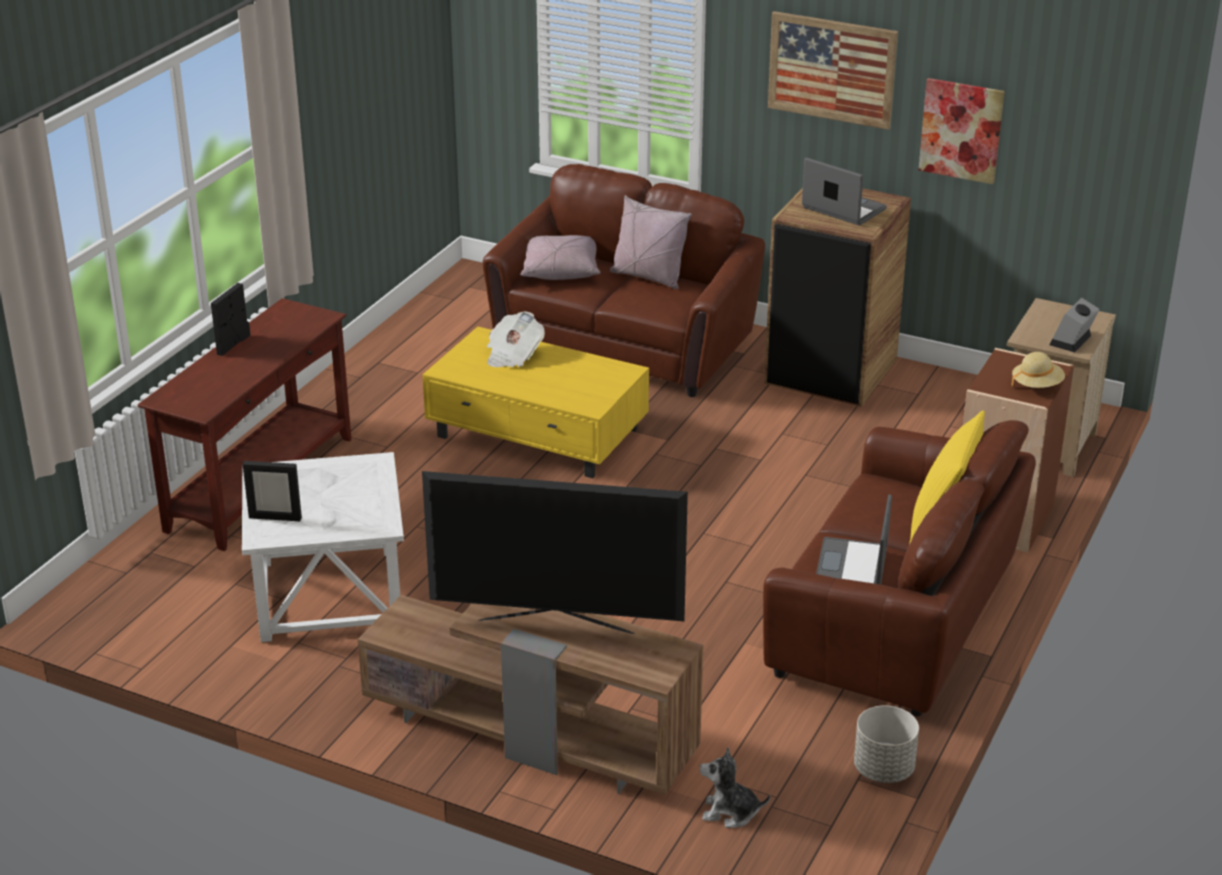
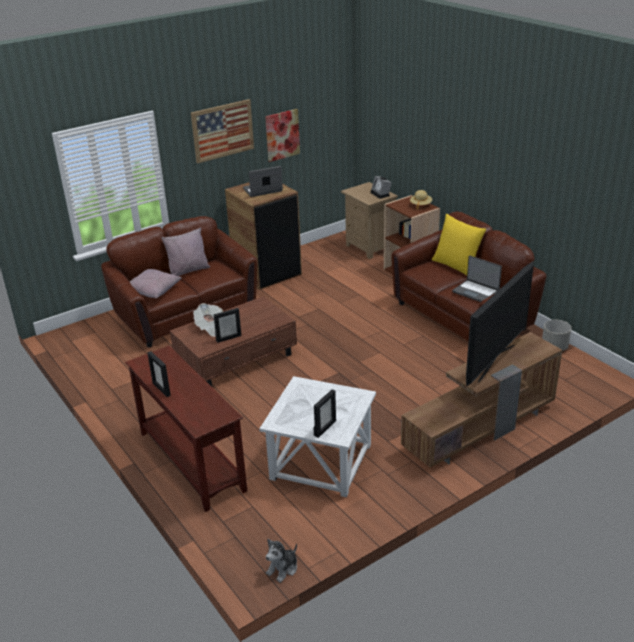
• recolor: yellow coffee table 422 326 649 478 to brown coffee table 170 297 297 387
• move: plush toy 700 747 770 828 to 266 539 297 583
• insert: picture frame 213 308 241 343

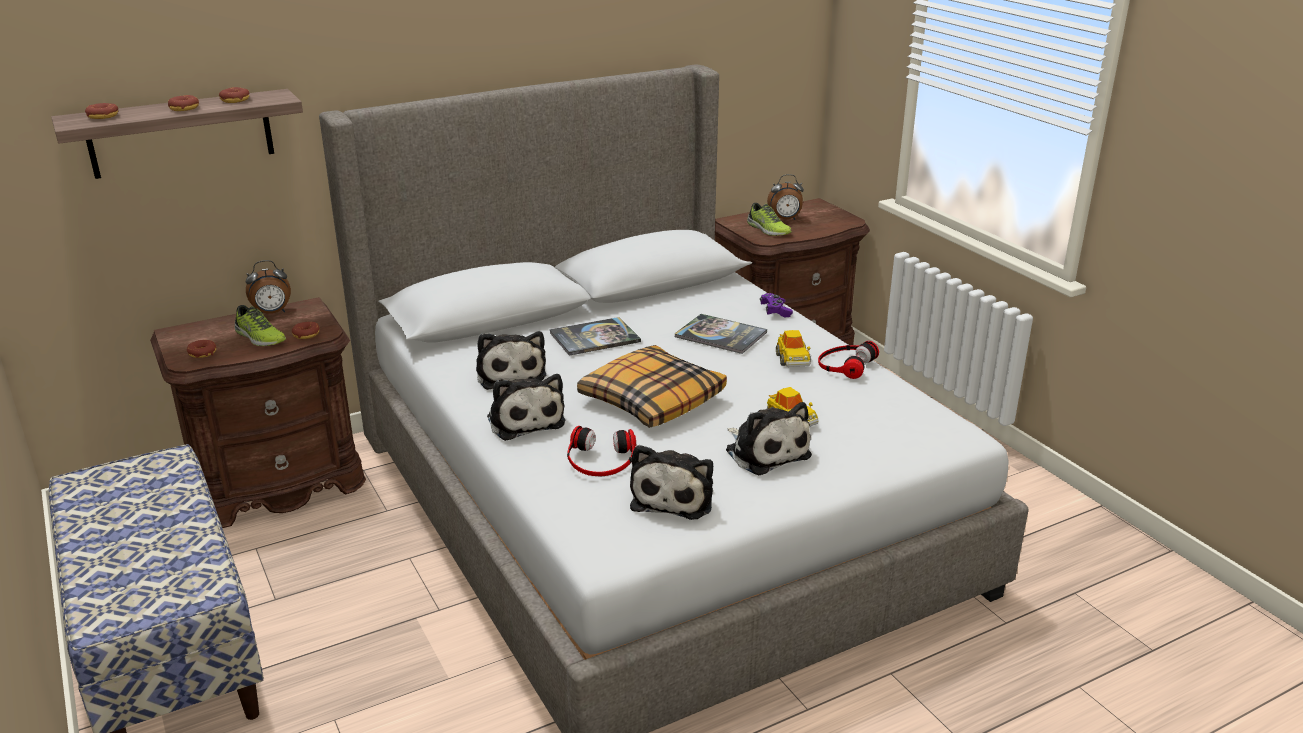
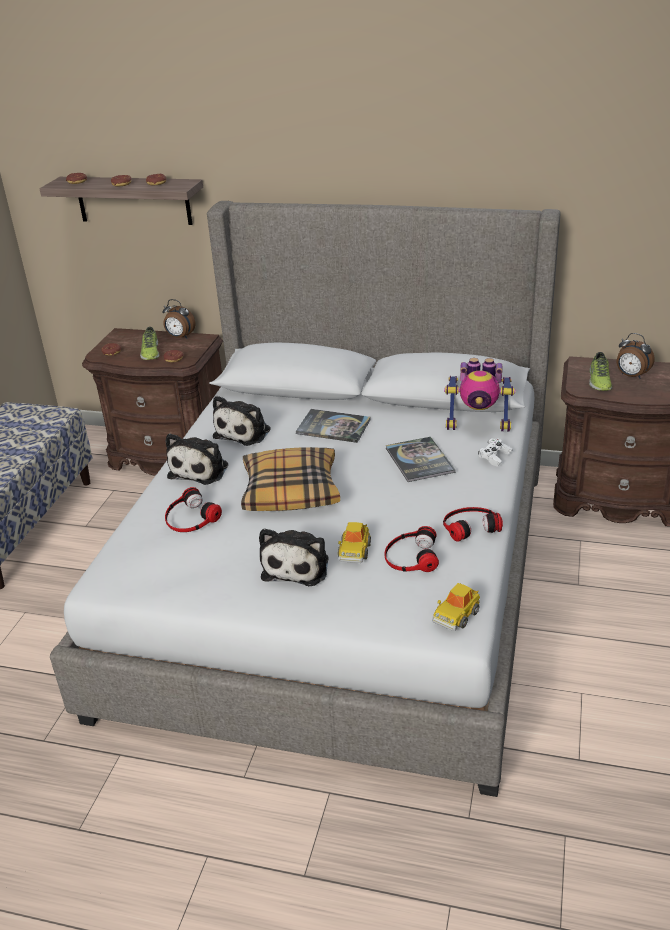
• delete: plush toy 630 445 713 520
• recolor: purple game controller 760 293 793 318 to white game controller 478 438 512 467
• move: toy car 776 330 811 367 to 432 583 480 631
• insert: headphones 385 526 439 572
• insert: toy robot 444 358 515 432

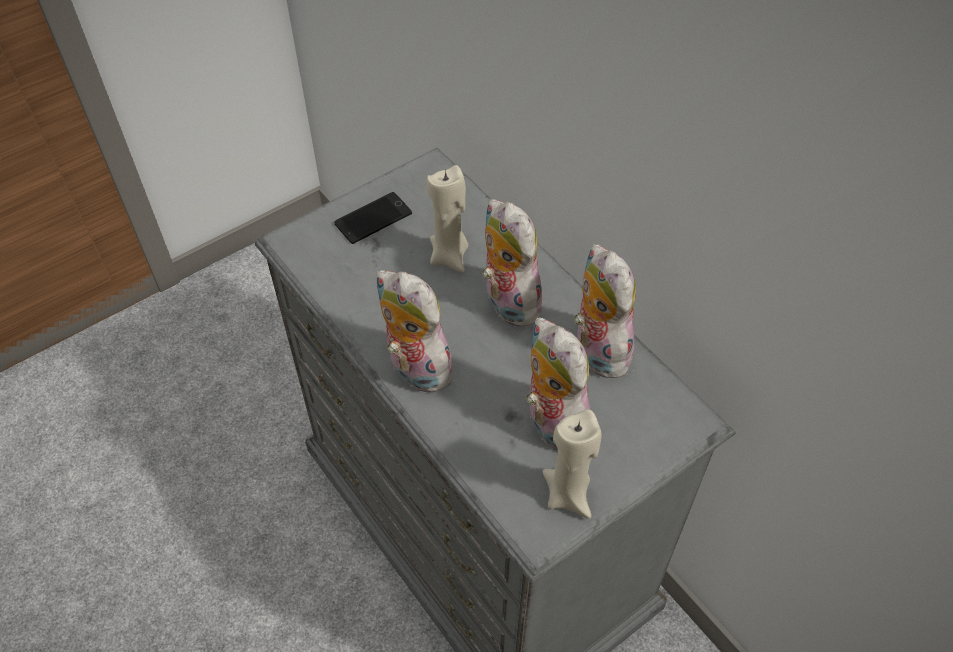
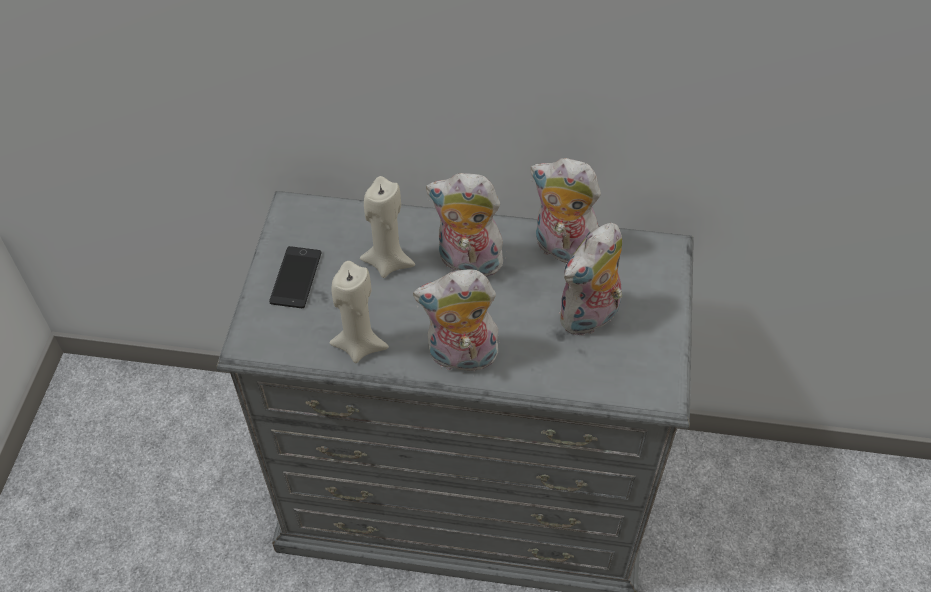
• rotate: plush toy 526 317 590 451 = 559 223 622 335 60 degrees counterclockwise
• move: beige candle 543 409 602 519 to 329 261 389 363

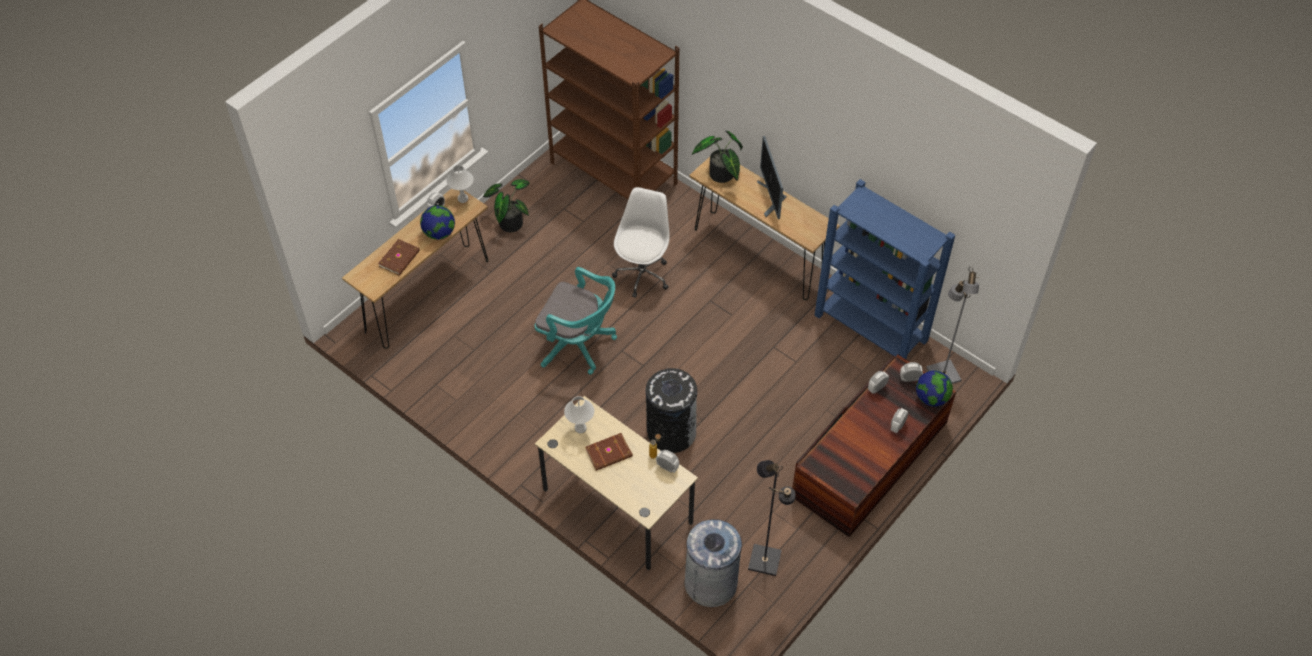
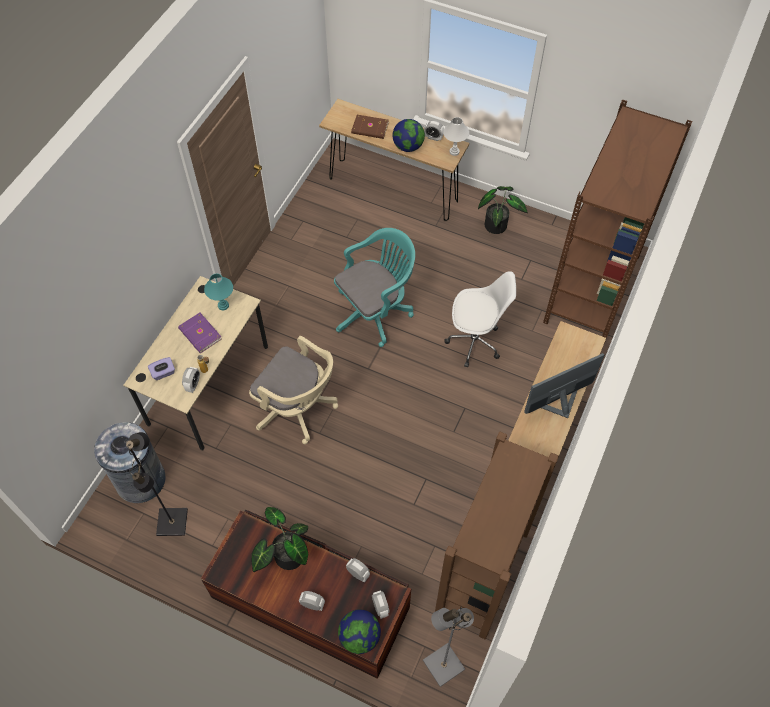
• rotate: turquoise office chair 535 267 617 375 = 334 228 415 347 135 degrees counterclockwise
• recolor: white table lamp 564 396 594 433 to turquoise table lamp 204 274 233 310
• recolor: brown book 585 433 633 471 to purple book 178 313 222 353
• replace: black trash can 645 368 697 453 to beige office chair 249 336 338 444
• move: potted plant 692 131 743 183 to 251 507 308 572
• recolor: blue bookcase 815 179 955 359 to brown bookcase 435 432 559 639
• insert: purple tissue box 148 357 175 380

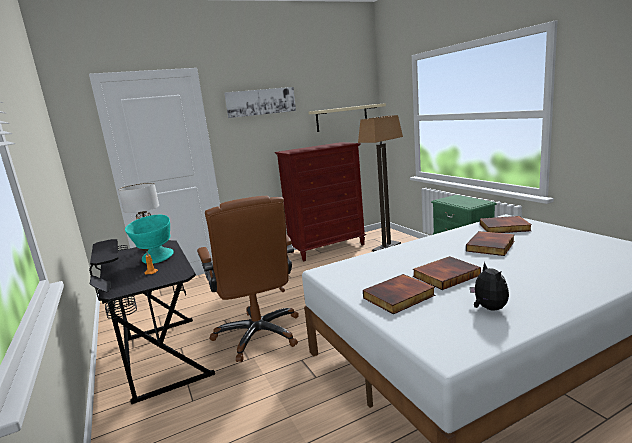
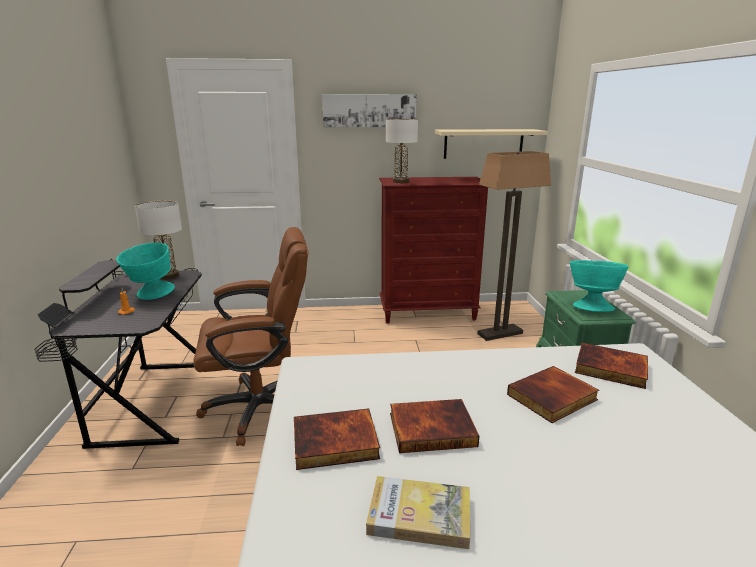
• rotate: brown office chair 197 196 299 362 = 193 227 309 446 105 degrees counterclockwise
• replace: plush toy 470 262 509 311 to book 366 476 470 549
• insert: table lamp 386 119 418 183
• insert: turquoise bowl 570 260 628 312

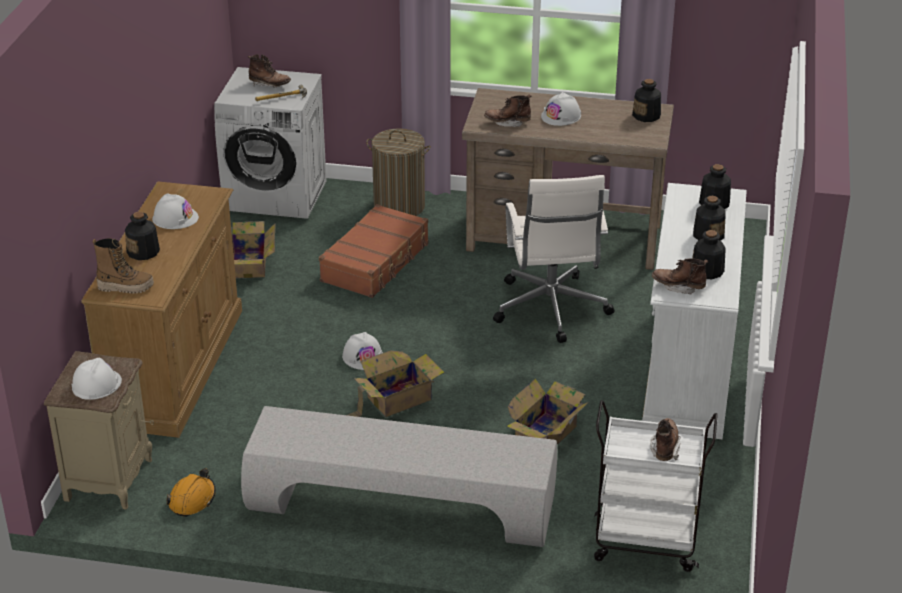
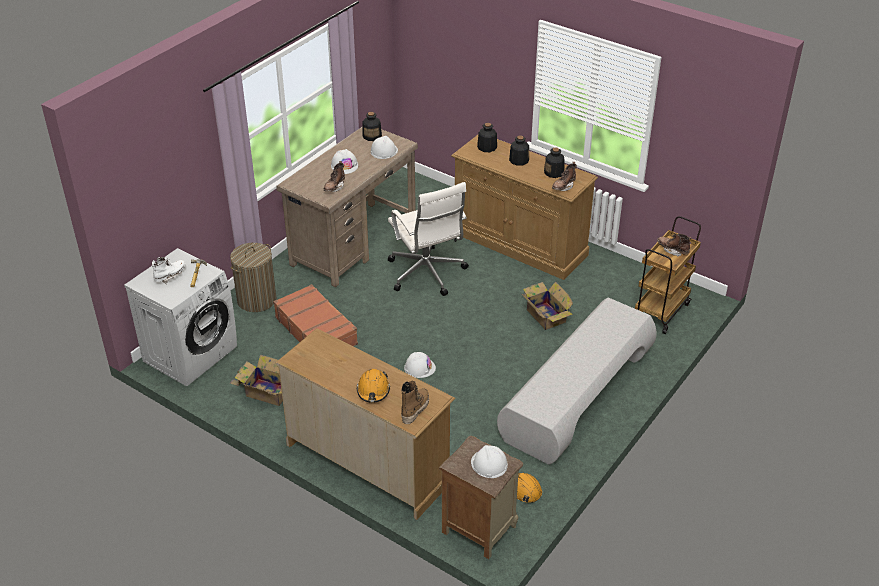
• replace: bottle 125 212 160 260 to orange hard hat 357 369 390 403
• move: white hard hat 152 193 199 229 to 371 136 398 159
• recolor: brown boot 248 54 291 88 to white boot 152 257 185 284
• delete: cardboard box 347 351 445 417
• rotate: white office chair 493 175 614 343 = 388 182 469 296 45 degrees clockwise
• recolor: white cart 594 400 717 572 to brown cart 635 216 701 334
• recolor: white cabinet 642 183 747 439 to brown cabinet 451 135 598 280

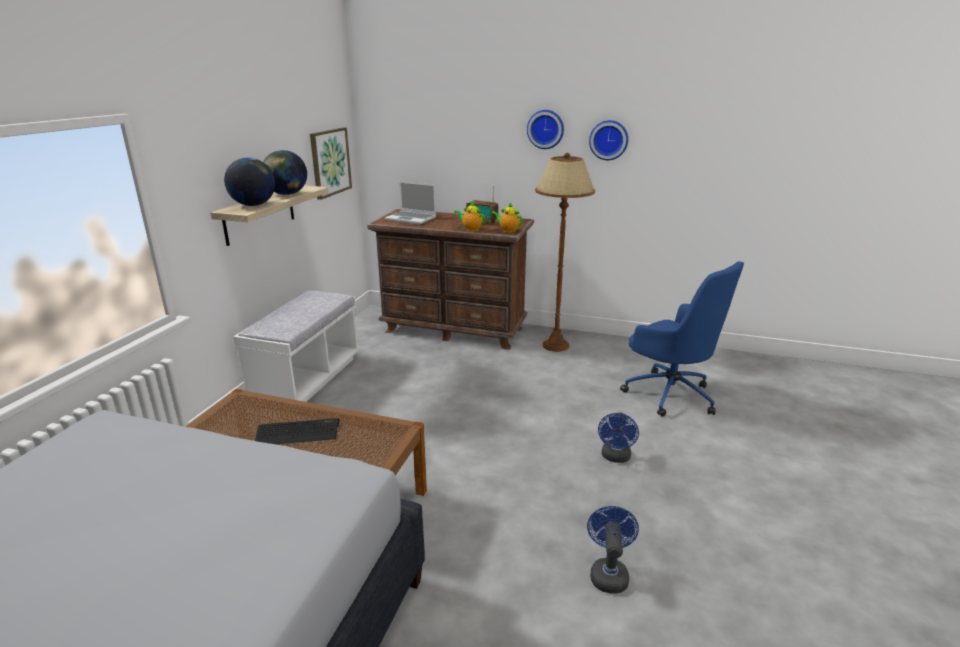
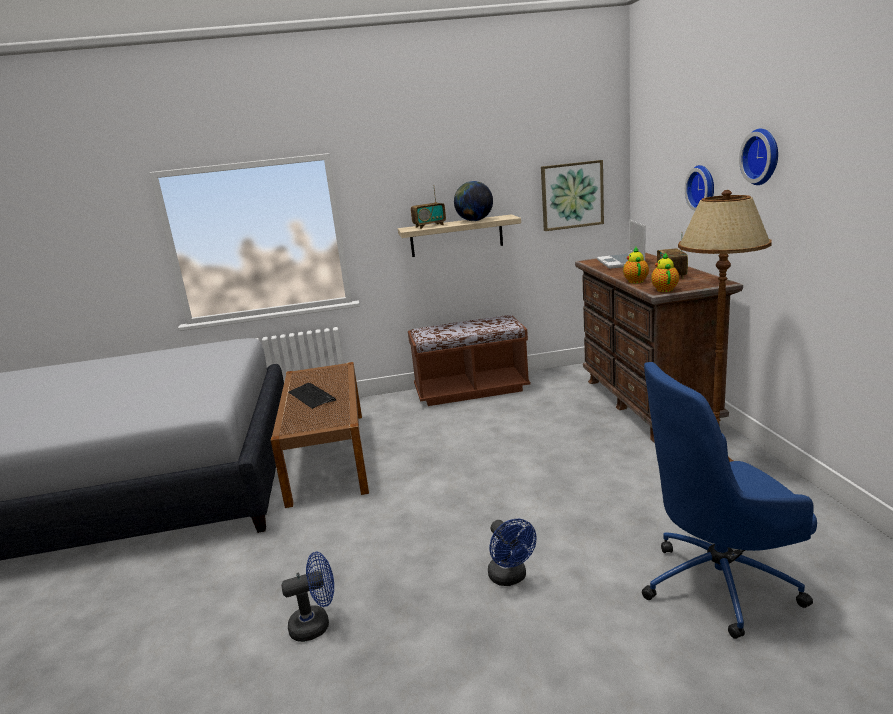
• replace: globe 224 158 275 206 to radio 411 185 446 229
• recolor: white bench 233 291 360 402 to brown bench 408 315 530 406
• move: wall clock 589 120 628 160 to 685 165 714 211
• rotate: blue fan 598 412 639 463 = 488 519 536 586 105 degrees counterclockwise
• rotate: blue office chair 620 261 744 417 = 642 362 817 639 60 degrees clockwise

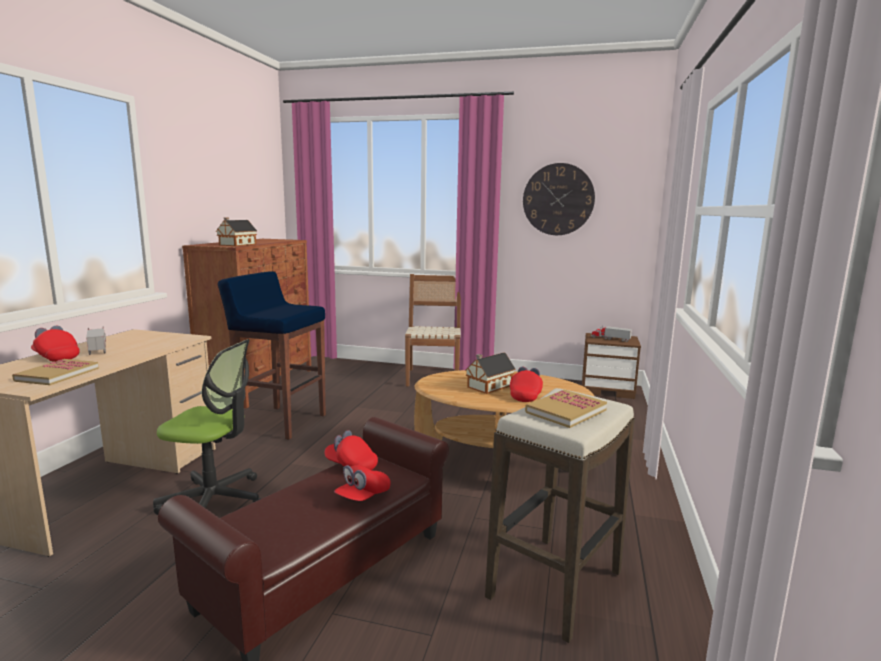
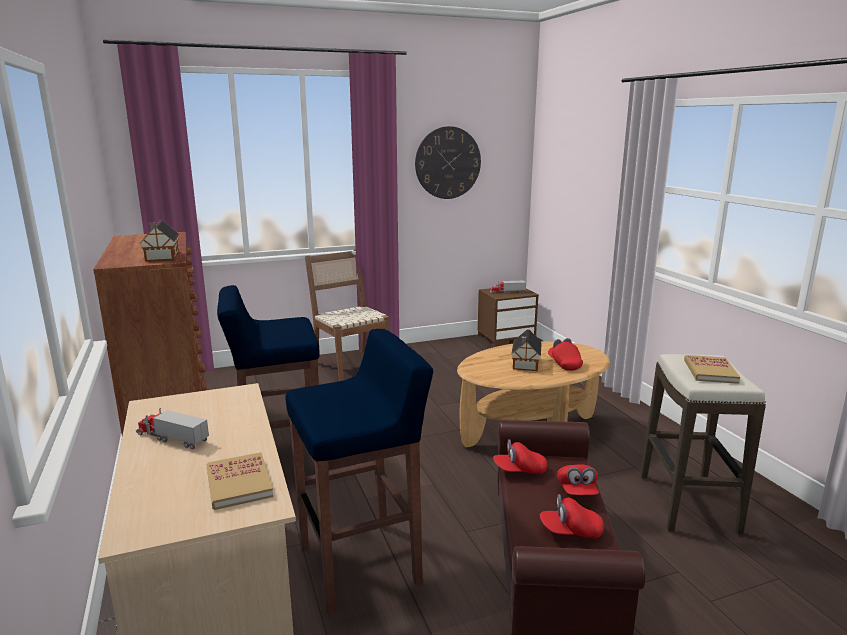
• move: red cap 31 326 80 362 to 540 494 604 539
• replace: office chair 153 339 262 515 to blue stool 285 329 433 613

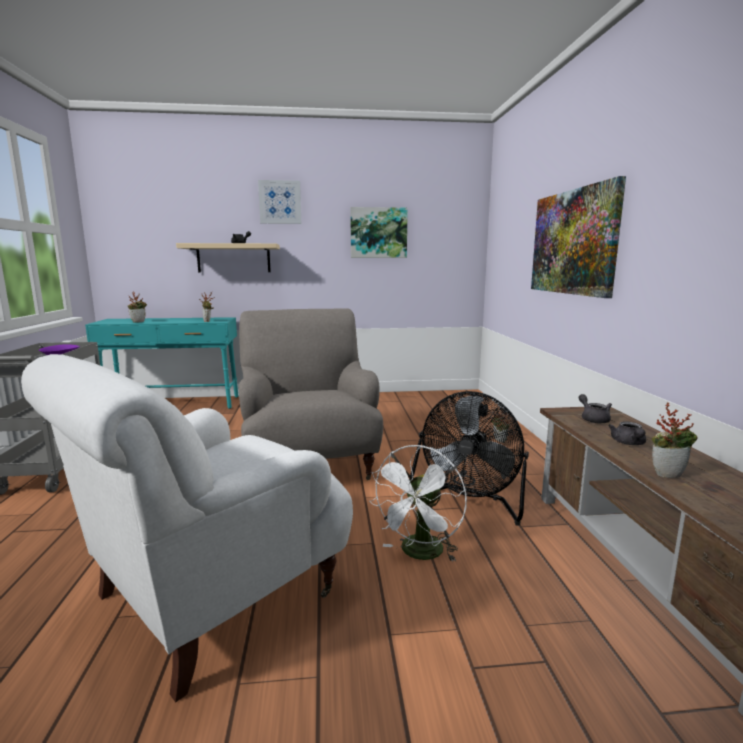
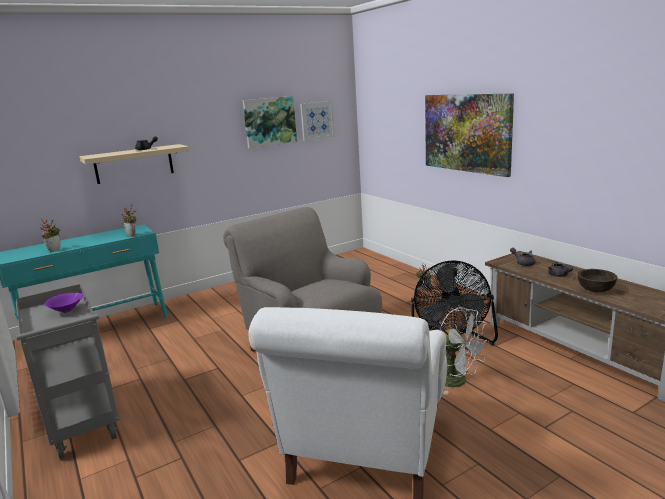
• move: picture 258 180 301 224 to 300 101 335 141
• rotate: white fan 369 445 467 562 = 439 307 489 395 45 degrees counterclockwise
• replace: potted plant 652 402 697 478 to brown bowl 577 269 618 292

